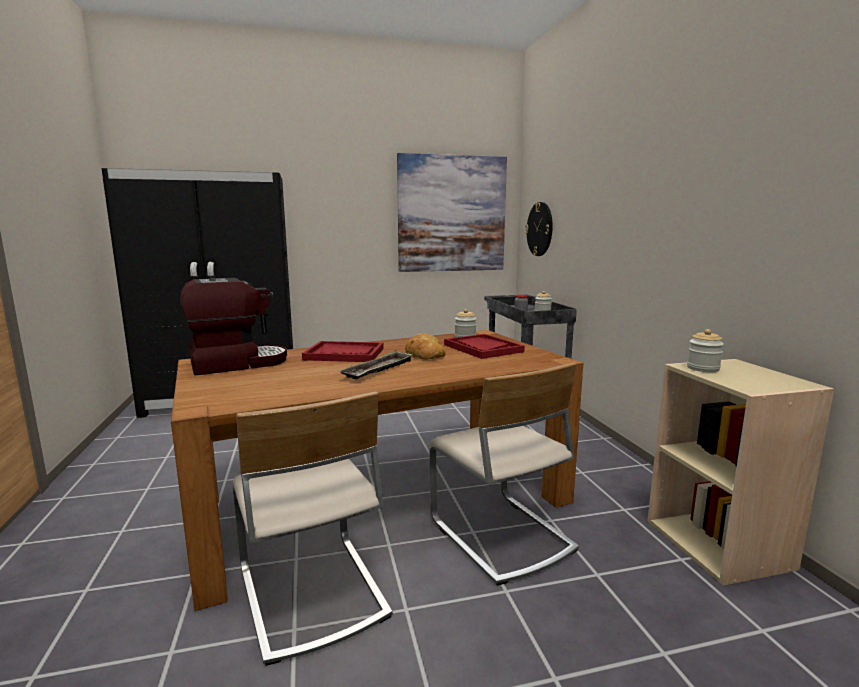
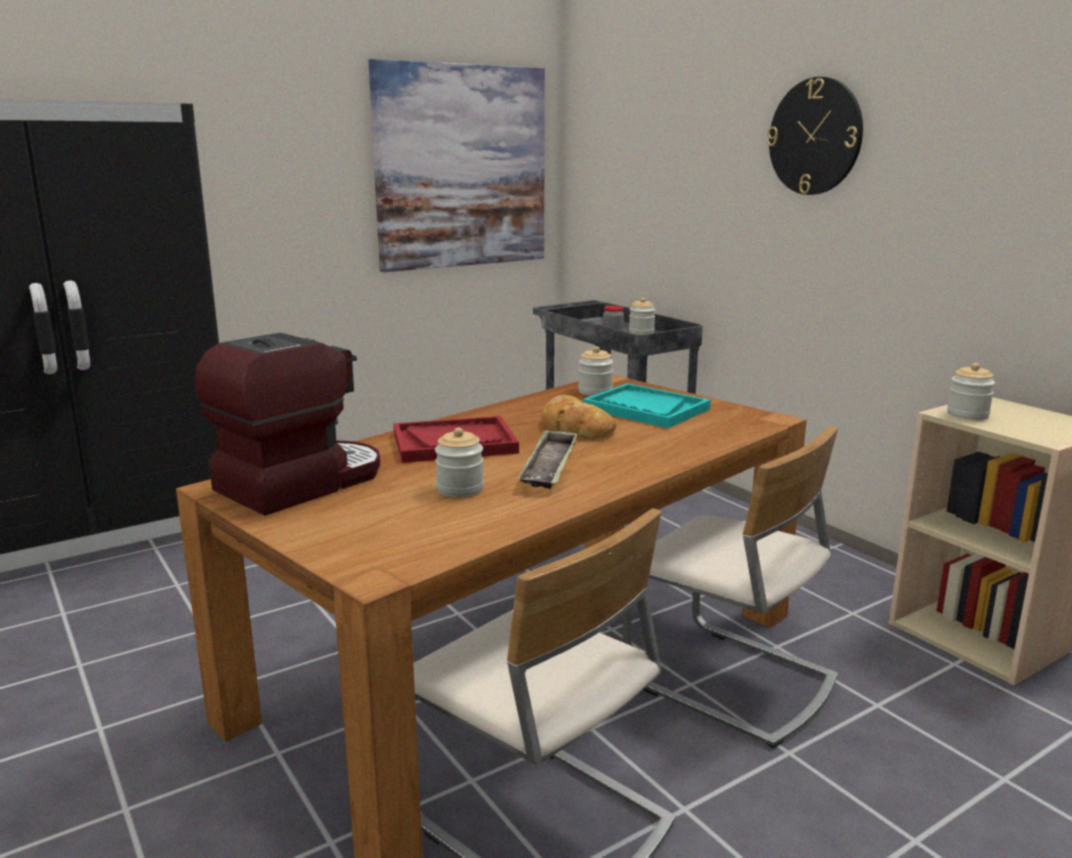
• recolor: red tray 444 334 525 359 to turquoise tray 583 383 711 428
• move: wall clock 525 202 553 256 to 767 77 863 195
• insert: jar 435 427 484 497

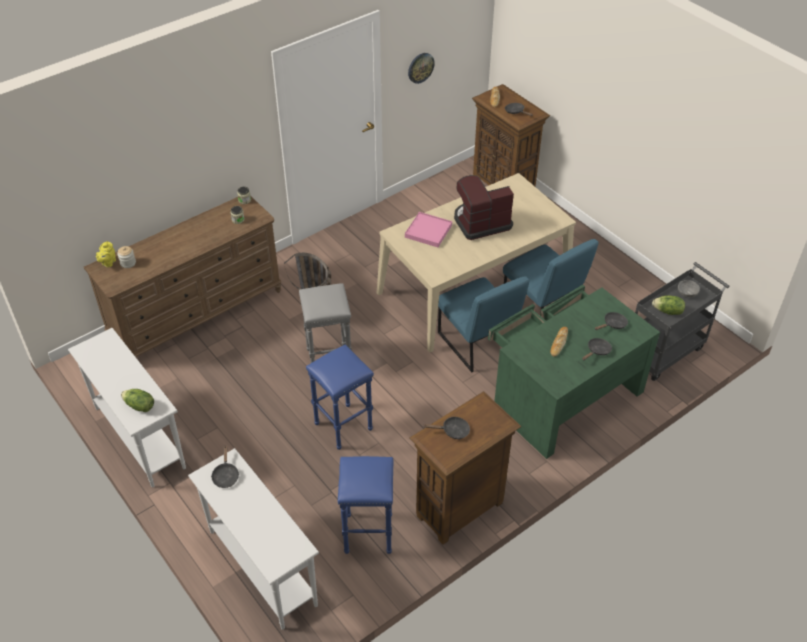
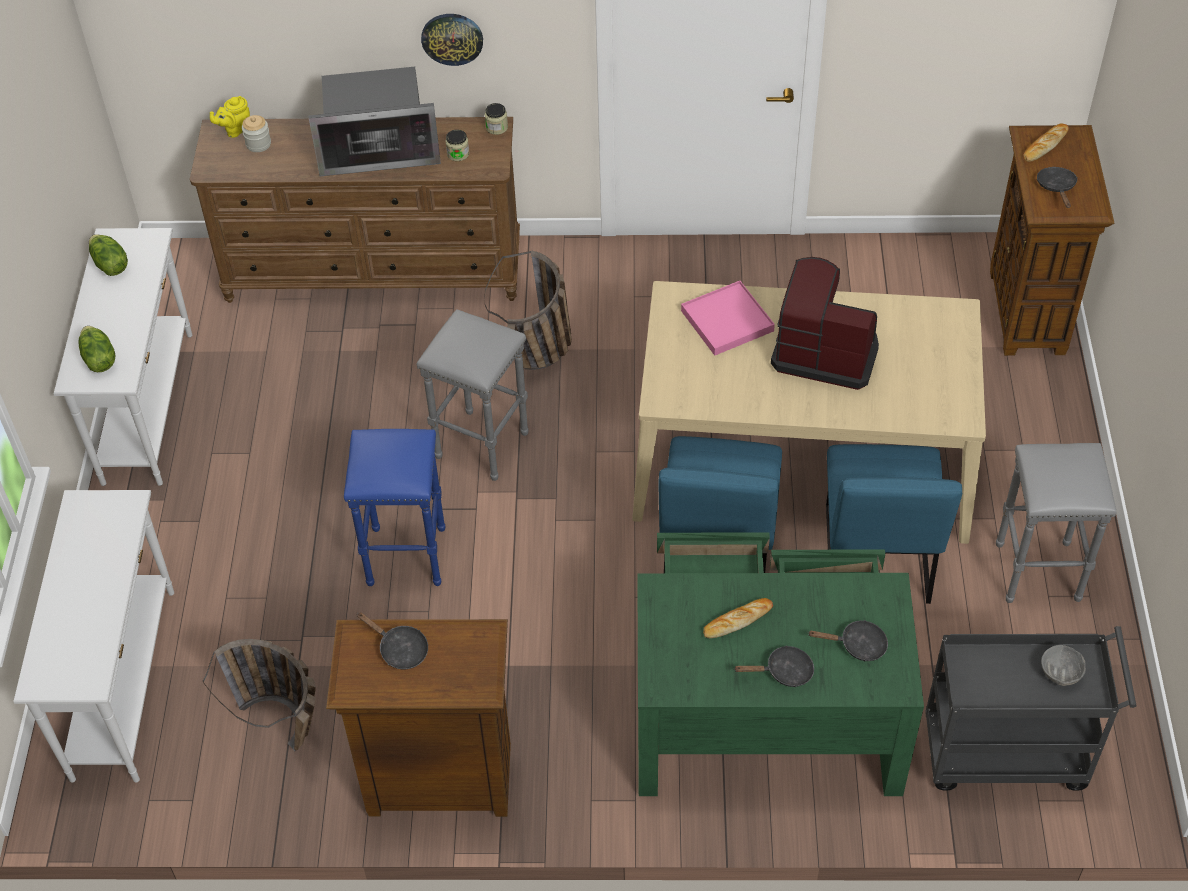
• delete: black frying pan 211 446 239 488
• replace: blue stool 338 456 393 554 to basket 203 639 316 752
• move: wall clock 408 53 435 84 to 421 14 483 66
• move: lettuce 652 295 685 315 to 89 234 128 276
• insert: microwave 309 67 441 176
• insert: grey stool 996 443 1117 603

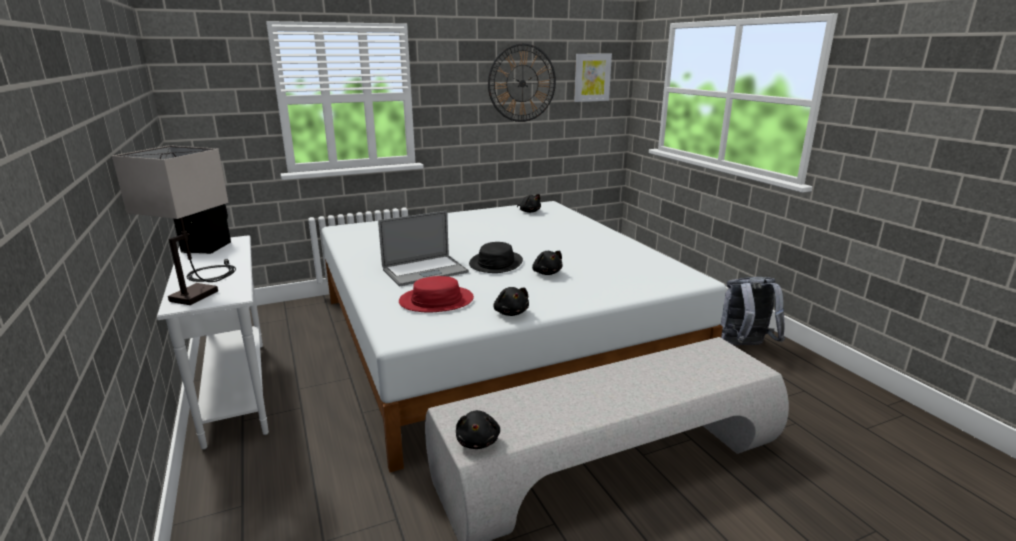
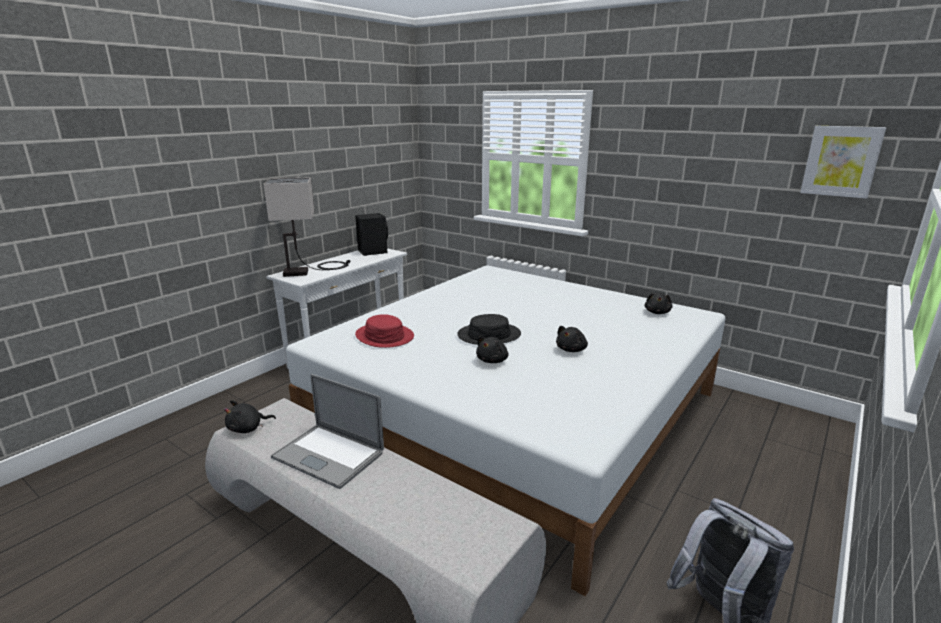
• move: laptop 378 211 469 286 to 271 374 384 489
• delete: wall clock 488 43 556 122
• move: black plush toy 493 287 529 316 to 556 326 588 352

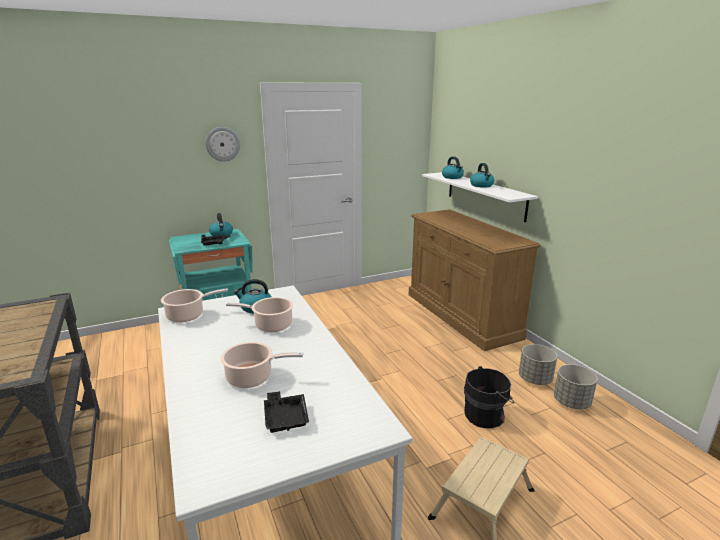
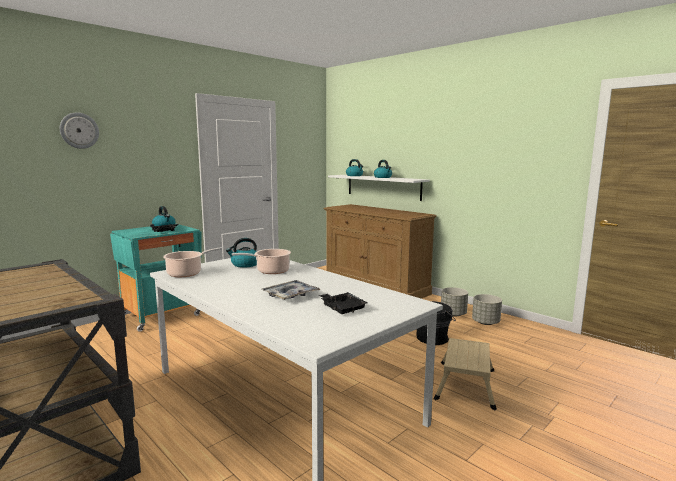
• move: wall clock 206 127 240 162 to 60 112 99 149
• replace: cooking pot 221 342 303 388 to tray 262 280 321 300

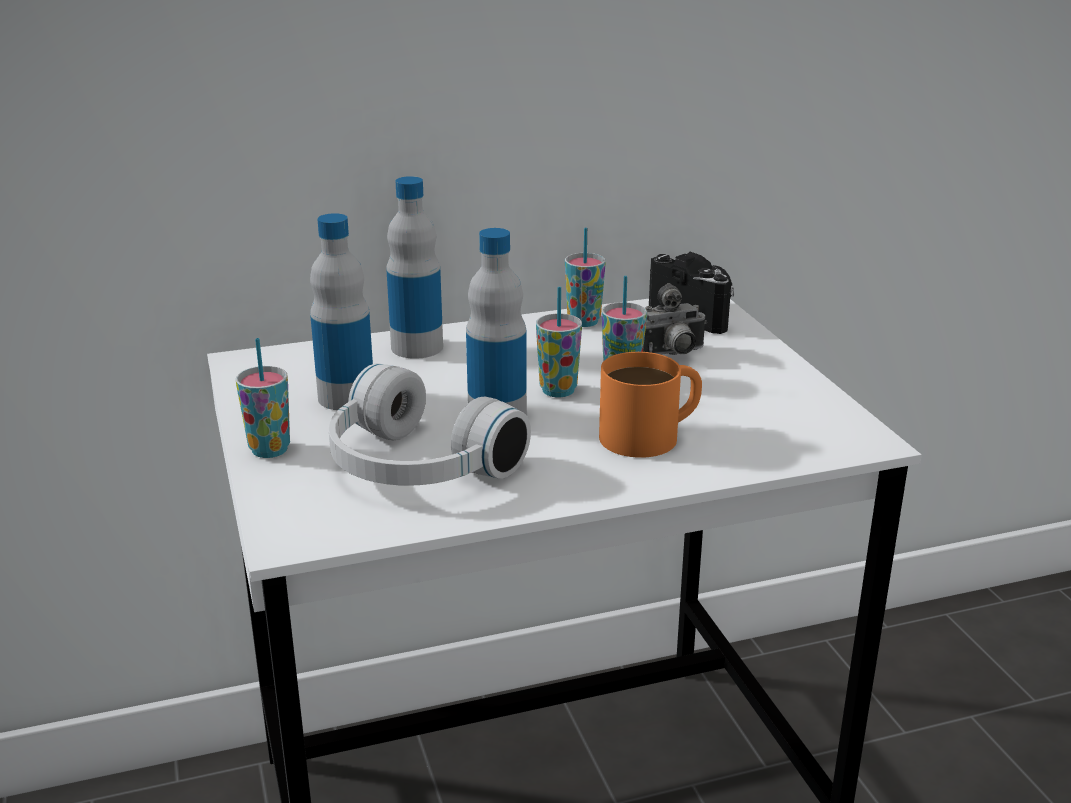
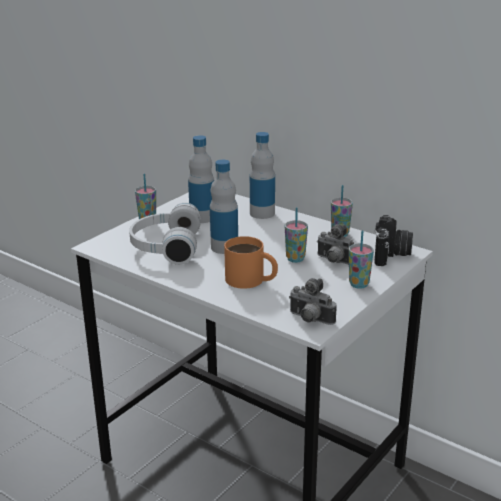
• move: cup 536 287 582 397 to 349 230 374 289
• insert: photo camera 289 278 337 325

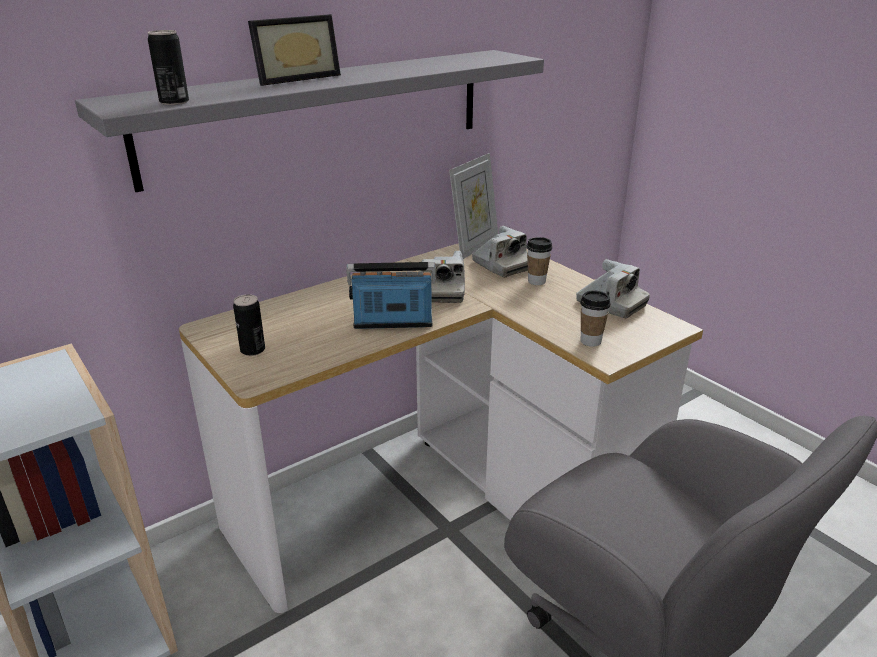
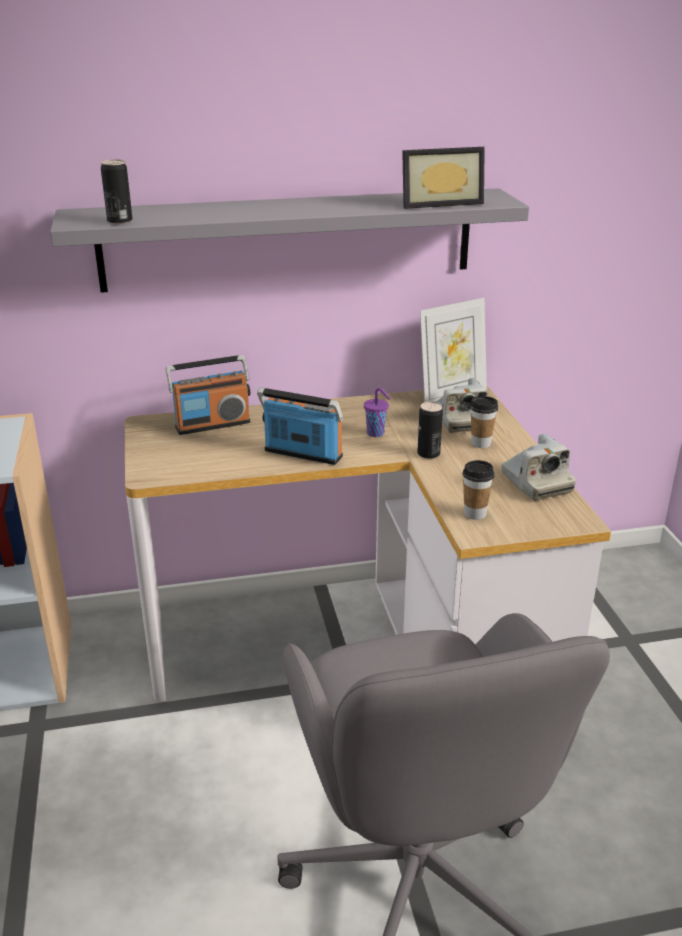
• move: can 233 294 265 356 to 417 402 443 459
• move: picture frame 248 14 341 86 to 402 147 485 209
• replace: photo camera 421 251 465 303 to purple cup 364 388 391 437
• insert: radio 166 355 250 435

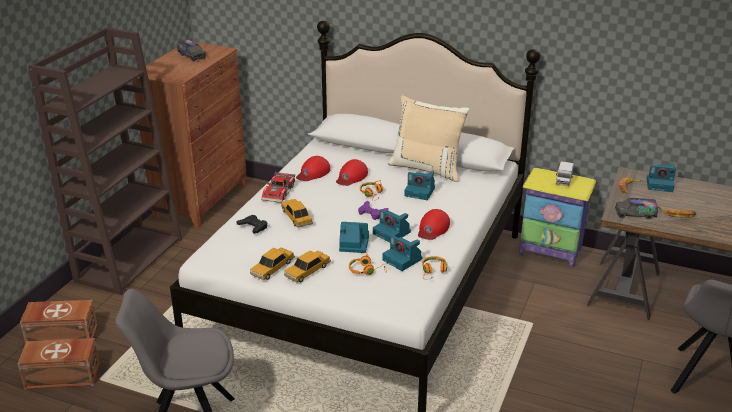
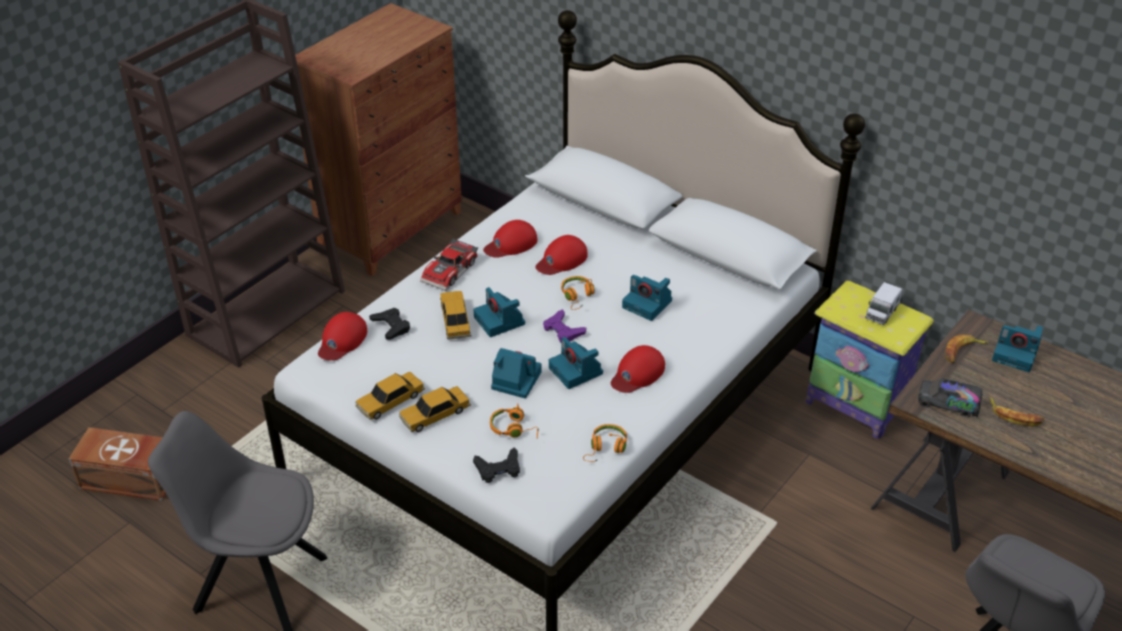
• delete: brown storage box 20 300 97 343
• delete: toy truck 177 39 206 62
• move: photo camera 383 235 422 271 to 473 287 525 337
• delete: beige pillow 388 95 470 182
• insert: red cap 318 312 367 361
• insert: black game controller 473 448 520 483

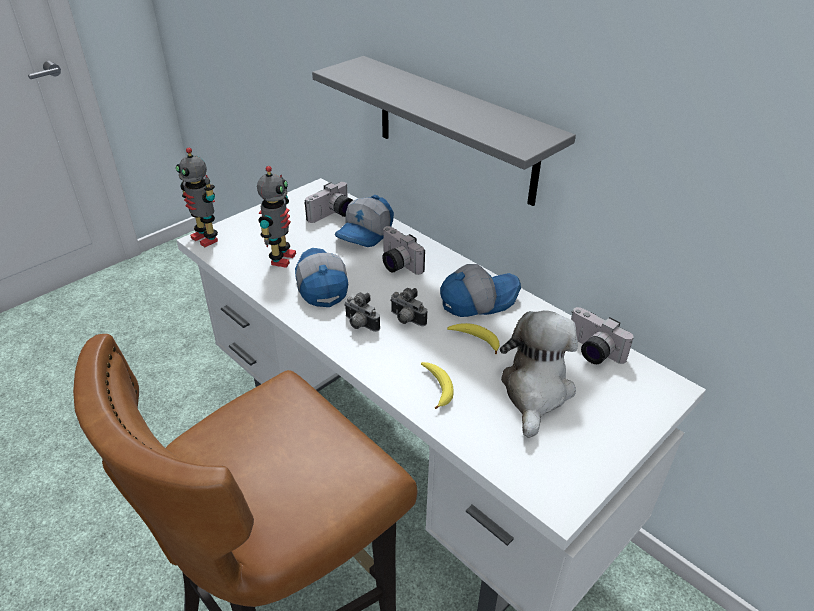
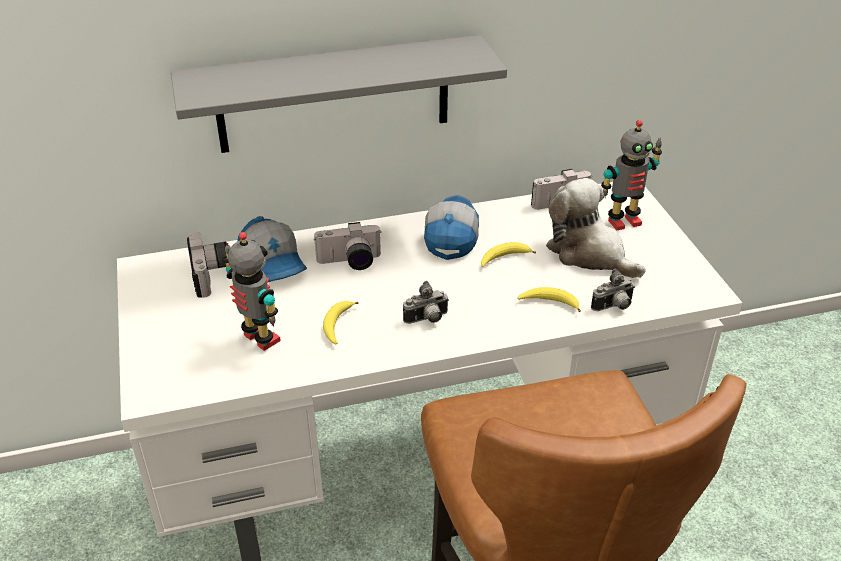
• move: toy robot 176 147 218 247 to 601 120 662 231
• replace: cap 295 248 348 307 to banana 323 301 359 345
• move: photo camera 390 288 427 326 to 591 268 635 311

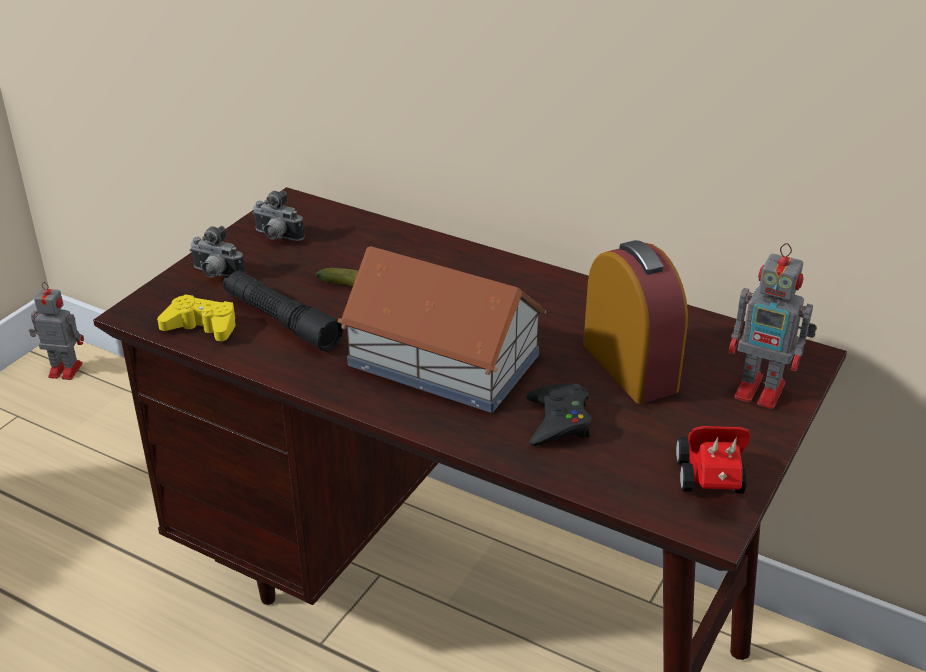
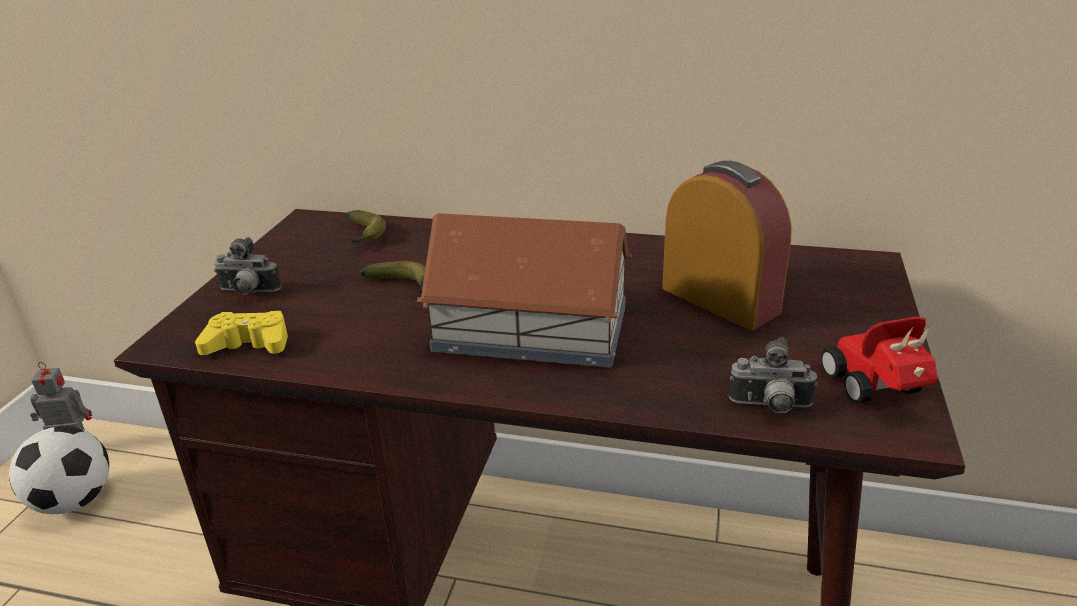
• delete: black flashlight 223 270 343 352
• move: photo camera 252 191 305 241 to 729 338 818 413
• delete: black game controller 527 384 592 446
• delete: toy robot 728 243 817 409
• insert: football 9 426 109 514
• insert: banana 347 210 386 245

